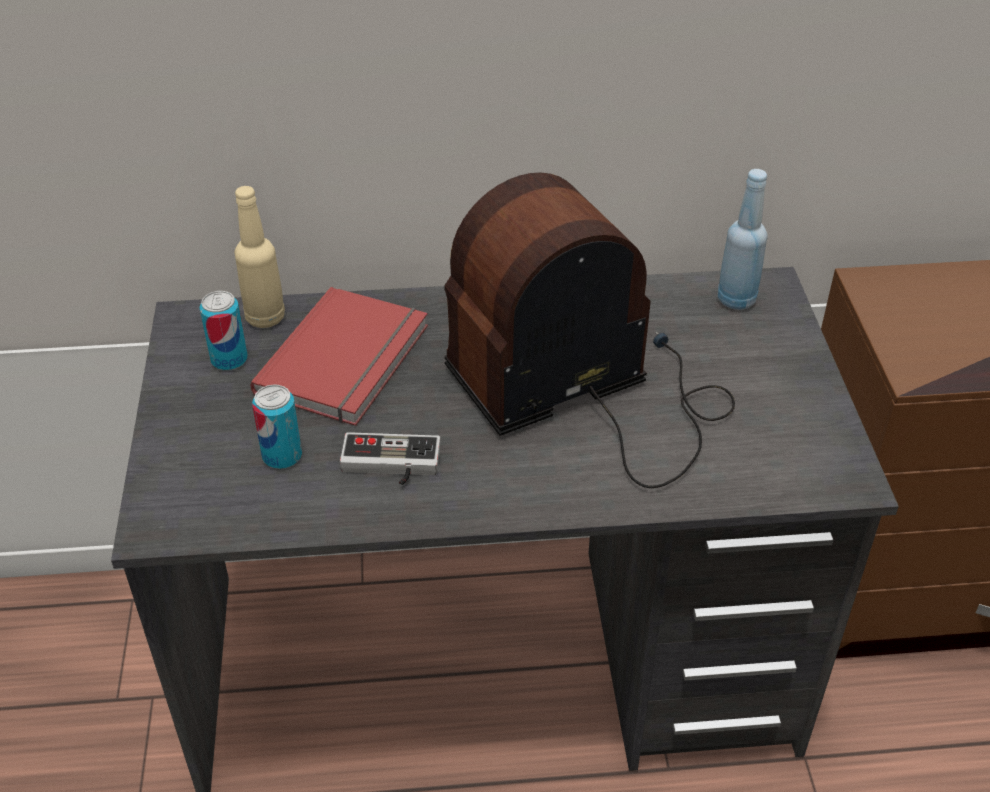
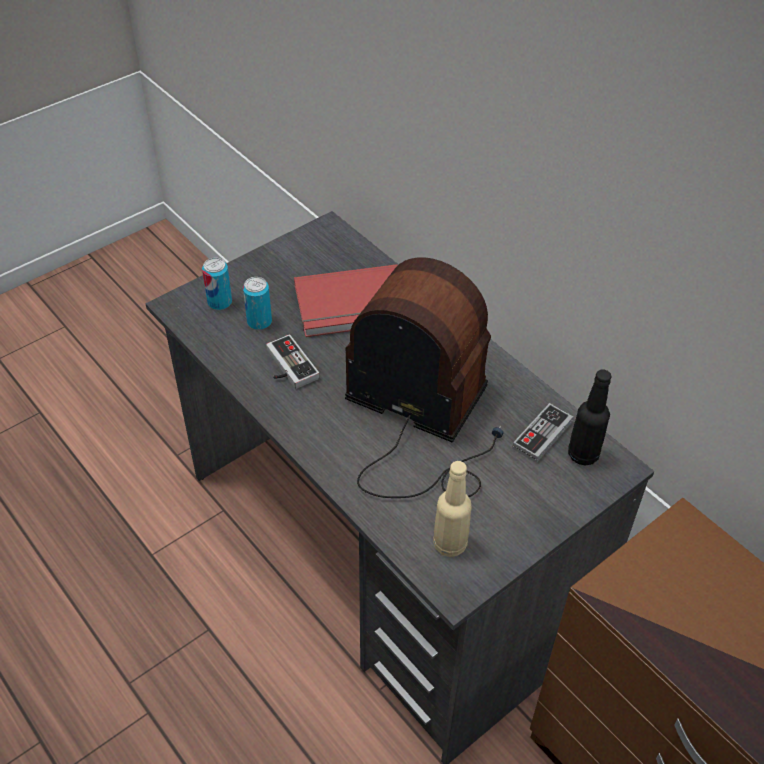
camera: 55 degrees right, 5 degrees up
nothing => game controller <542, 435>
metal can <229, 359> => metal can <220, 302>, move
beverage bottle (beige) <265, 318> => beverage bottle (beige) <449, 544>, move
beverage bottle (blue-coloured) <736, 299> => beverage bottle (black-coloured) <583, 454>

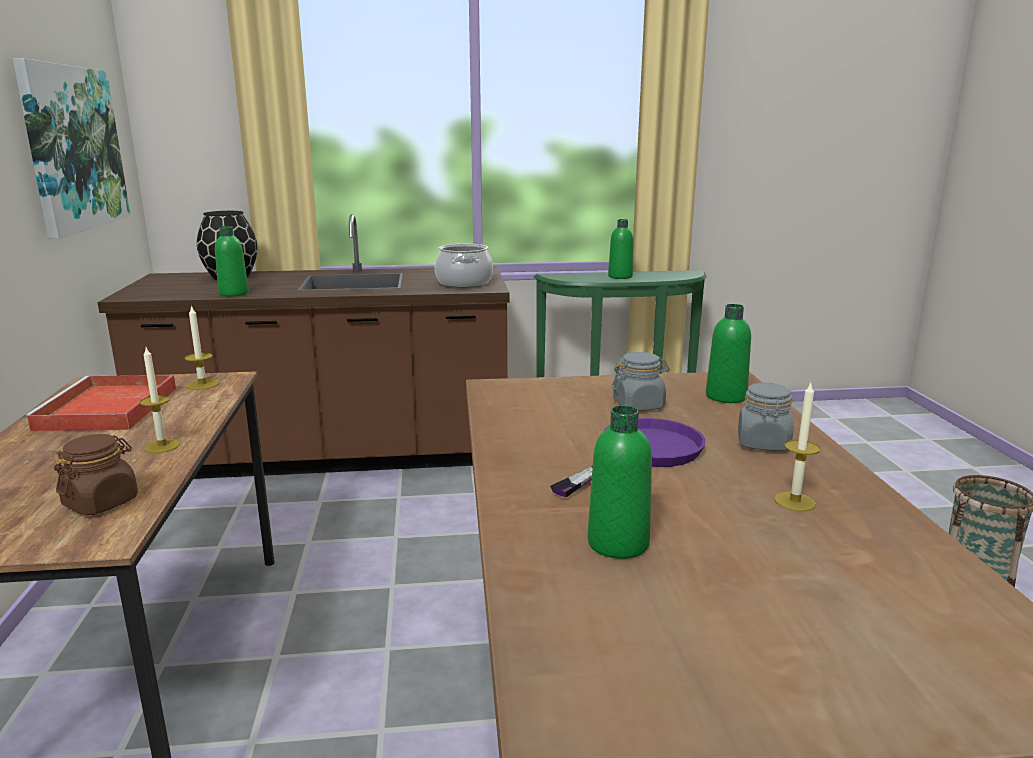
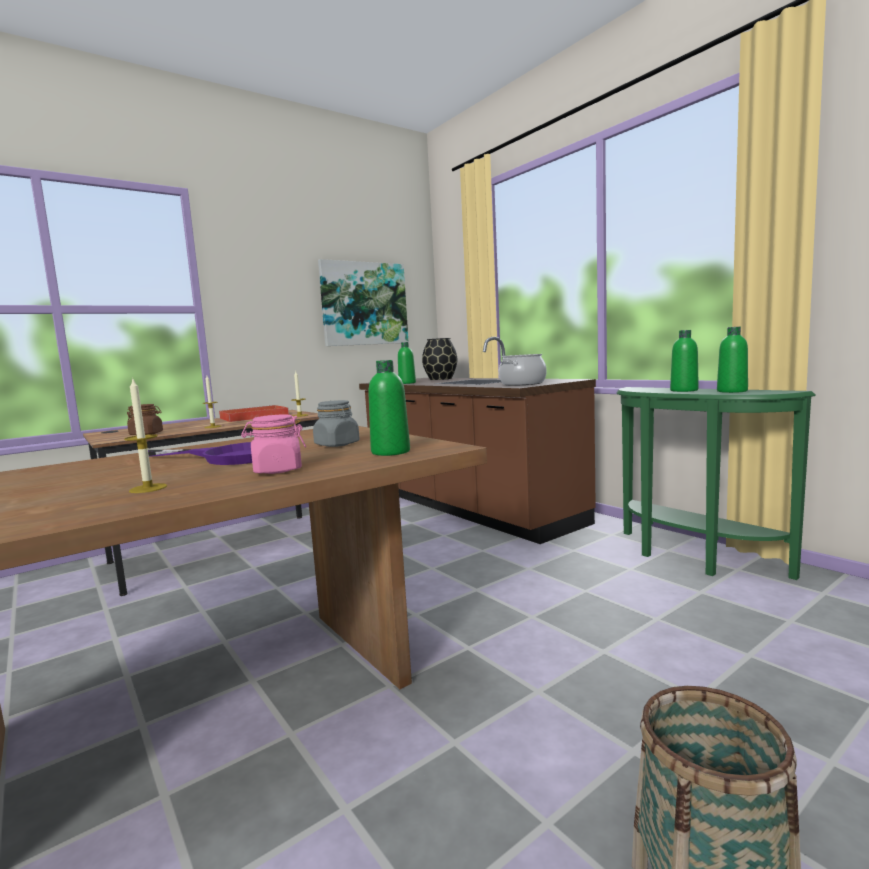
camera: 60 degrees right, 10 degrees down
beverage bottle (greenish) <618, 543> => beverage bottle (greenish) <732, 391>, move
jar (grey) <763, 443> => jar (pinkish) <277, 470>

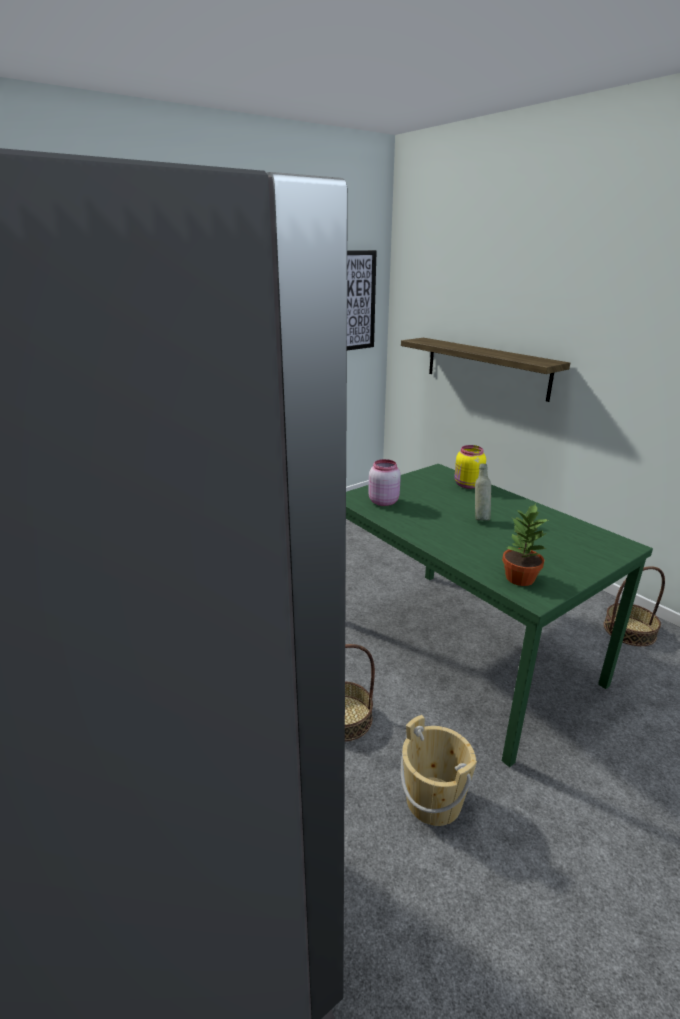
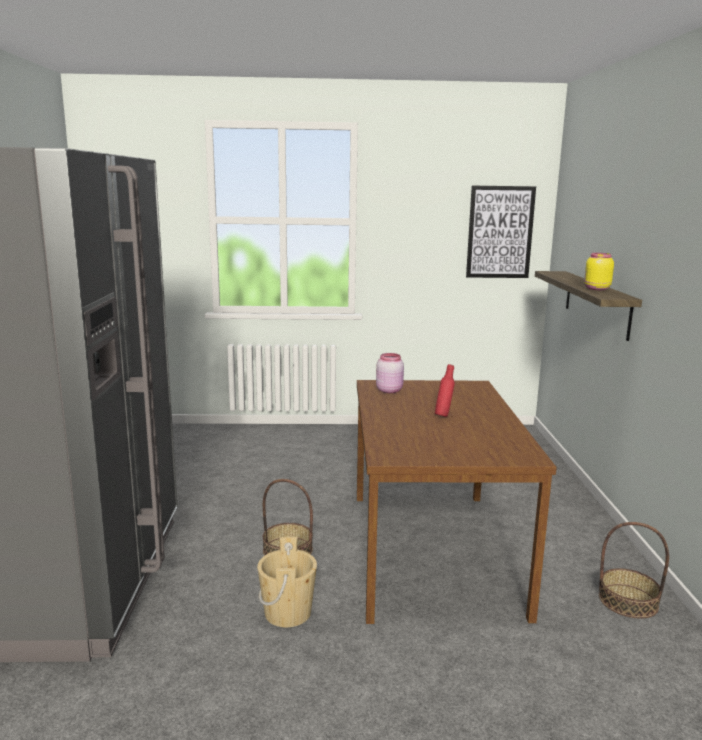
camera: 35 degrees right, 10 degrees down
potted plant <519, 578> => nothing
jar (yellow-coloured) <467, 485> => jar (yellow-coloured) <596, 289>, move
dining table (greenish) <458, 649> => dining table (brownish) <430, 549>
beverage bottle (grey) <480, 518> => beverage bottle (reddish) <443, 415>

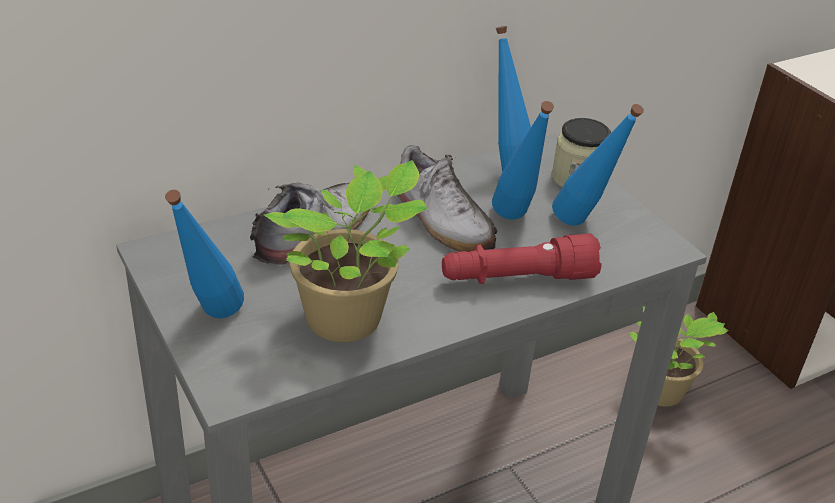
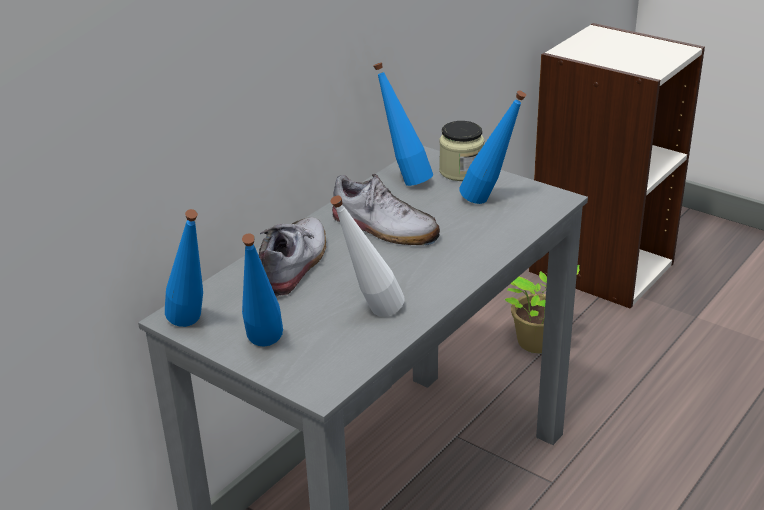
camera: 20 degrees left, 5 degrees down
flashlight (reddish) <517, 278> => nothing
beverage bottle (blue-coloured) <515, 222> => beverage bottle (blue-coloured) <193, 327>, move
potted plant <349, 321> => beverage bottle (white) <370, 316>

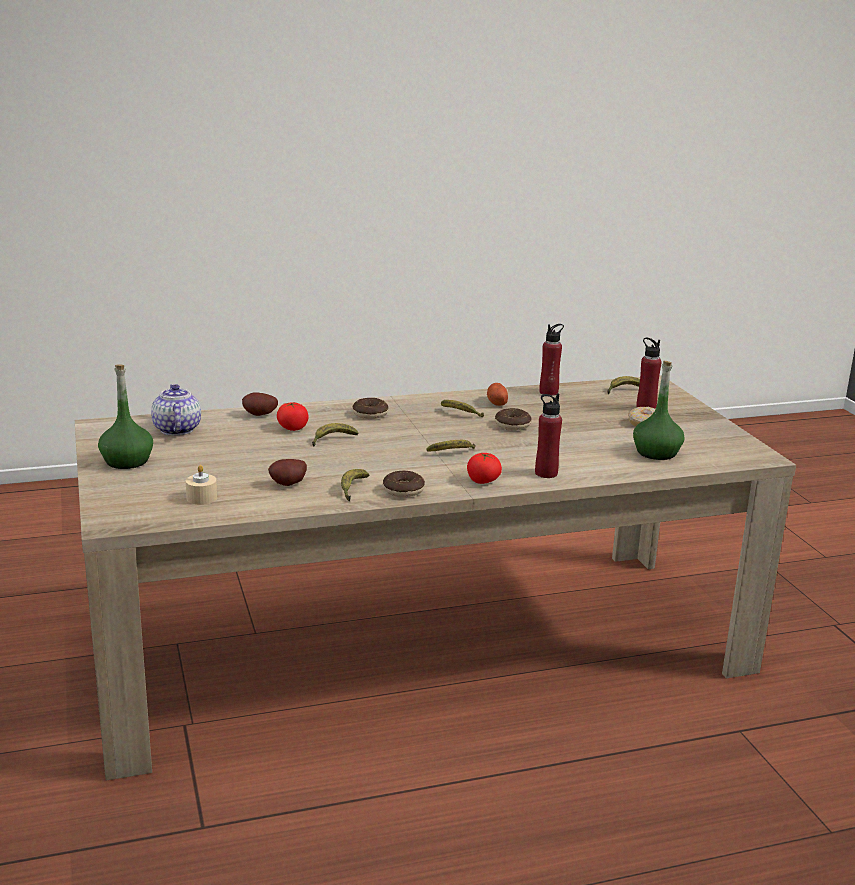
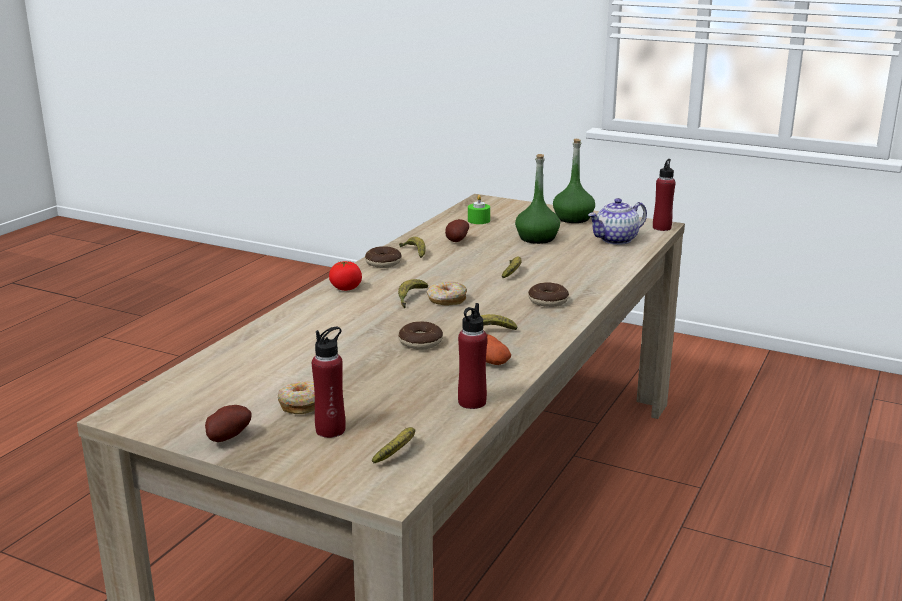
camera: 135 degrees right, 0 degrees up
fresh tomato <292, 428> => nothing
nothing => ring doughnut <446, 300>
spud <259, 415> => spud <227, 438>, move
beverage bottle (reddish) <546, 473> => beverage bottle (reddish) <662, 228>, move
beverage bottle (greenish) <656, 453> => beverage bottle (greenish) <537, 238>, move
wax light (beige) <201, 498> => wax light (greenish) <478, 220>
pot for tea <176, 429> => pot for tea <616, 240>, 120 degrees clockwise

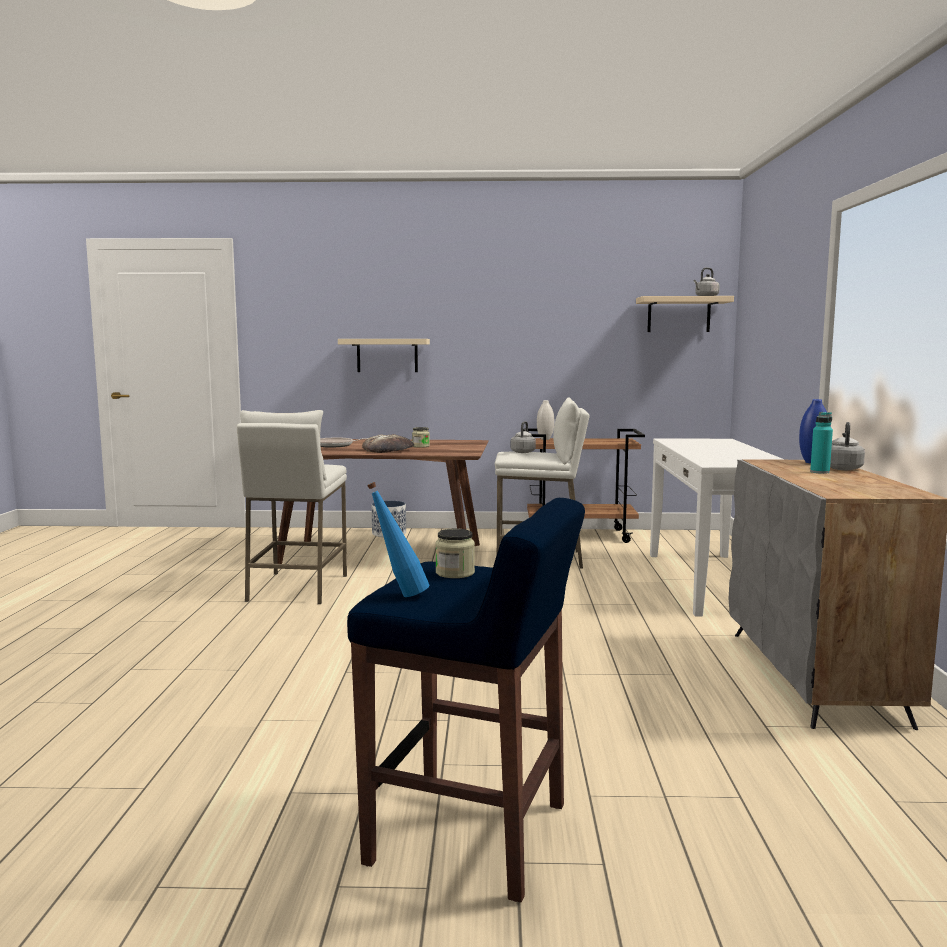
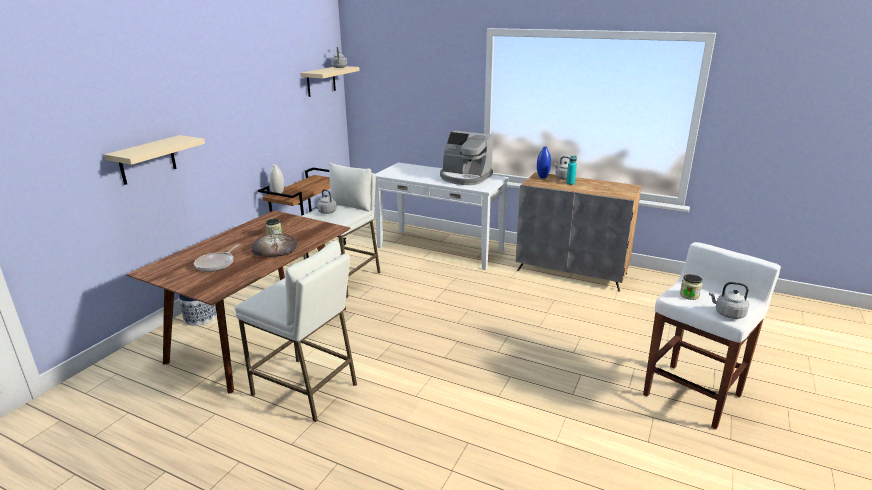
camera: 65 degrees left, 15 degrees up
nothing => coffee machine <465, 177>
beverage bottle (blue-coloured) <399, 595> => water kettle (grey) <728, 314>
sitting stool (blue-coloured) <472, 835> => sitting stool (white) <693, 394>

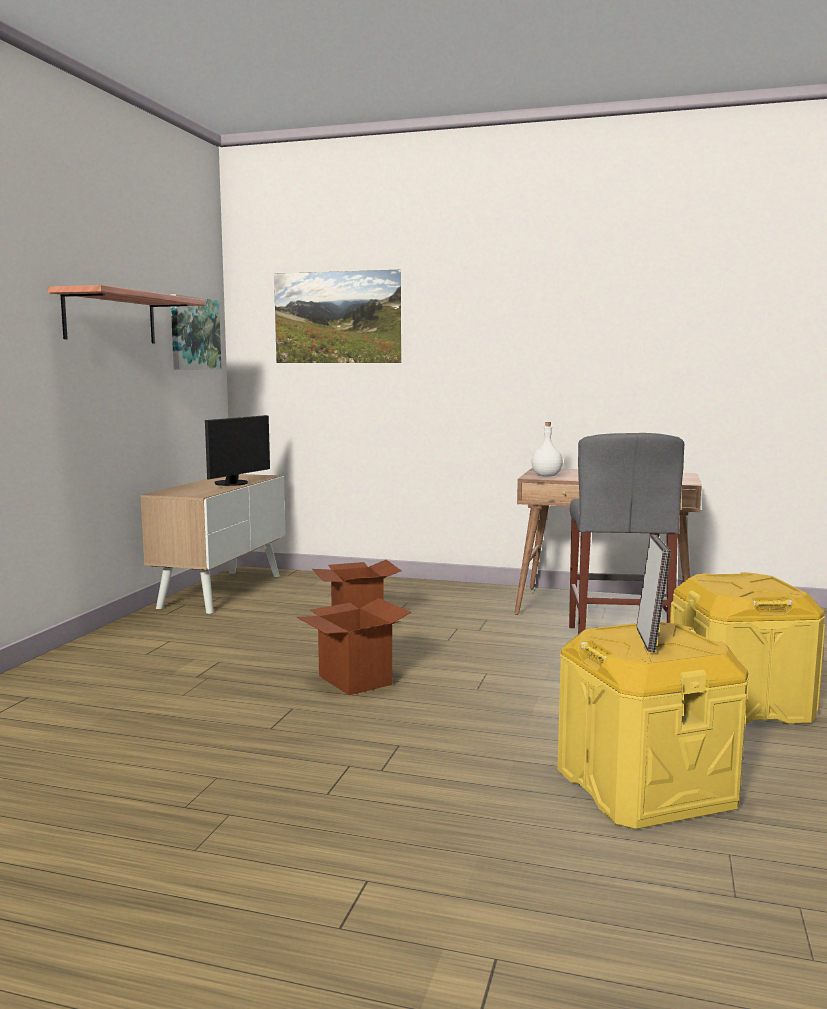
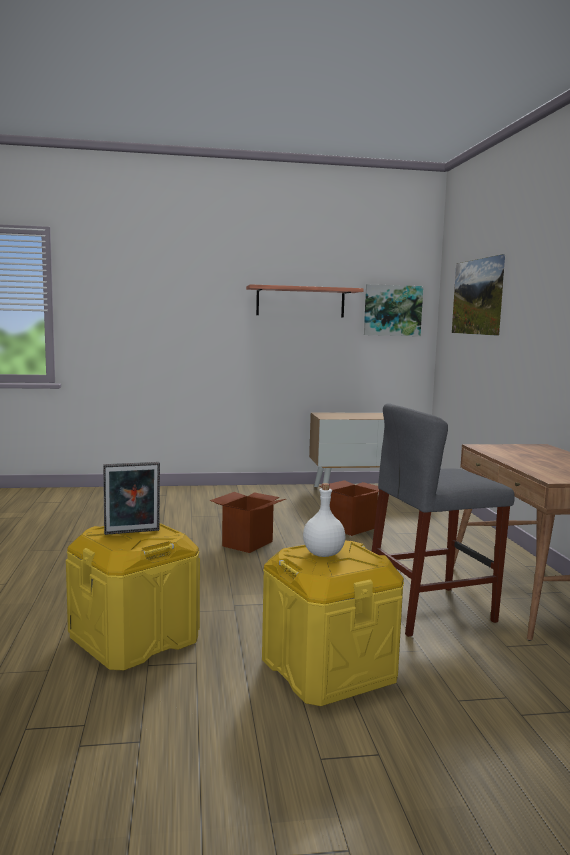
camera: 65 degrees right, 0 degrees up
computer display <234, 483> => nothing
beverage bottle (white) <546, 476> => beverage bottle (white) <322, 554>, move

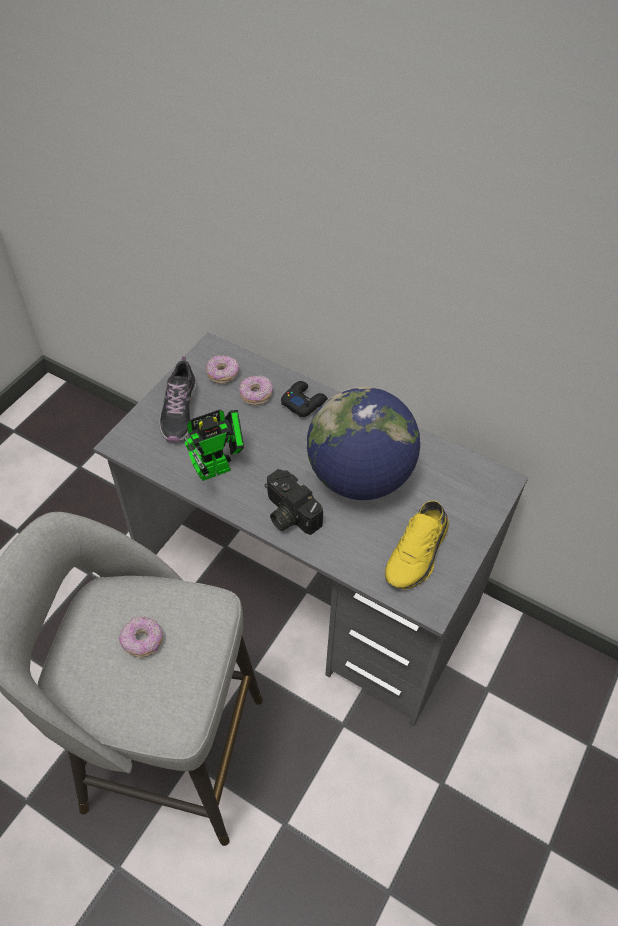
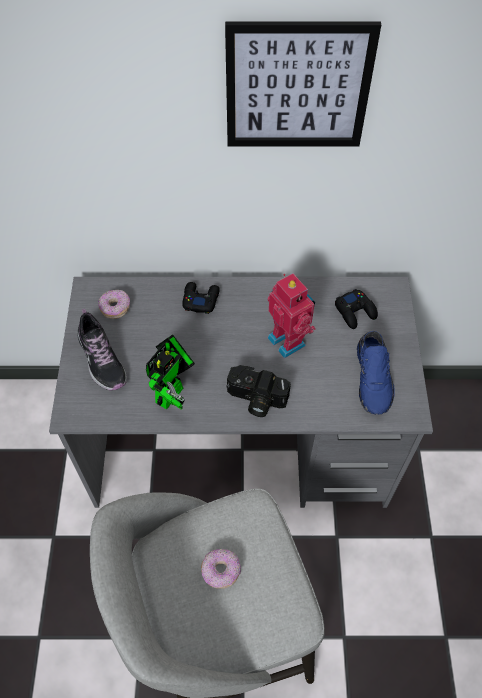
camera: 30 degrees left, 5 degrees up
ring doughnut <256, 395> => nothing
nothing => picture <297, 87>
nothing => game controller (black-coloured) <355, 312>
world globe <359, 477> => toy robot <288, 340>
shoe (yellow-coloured) <418, 554> => shoe (blue-coloured) <374, 378>

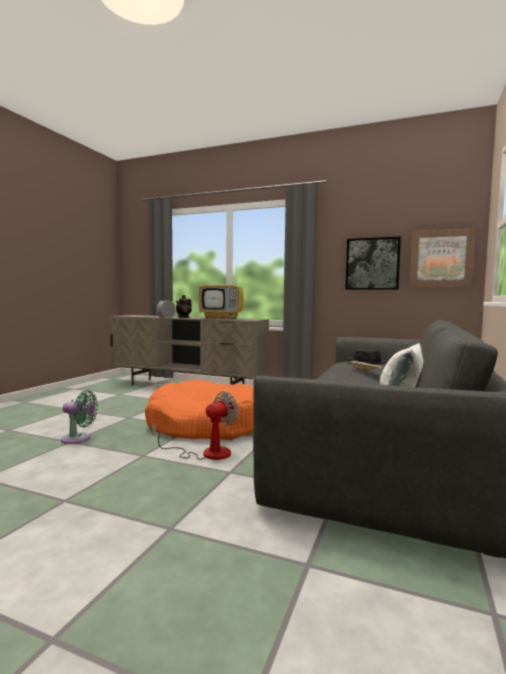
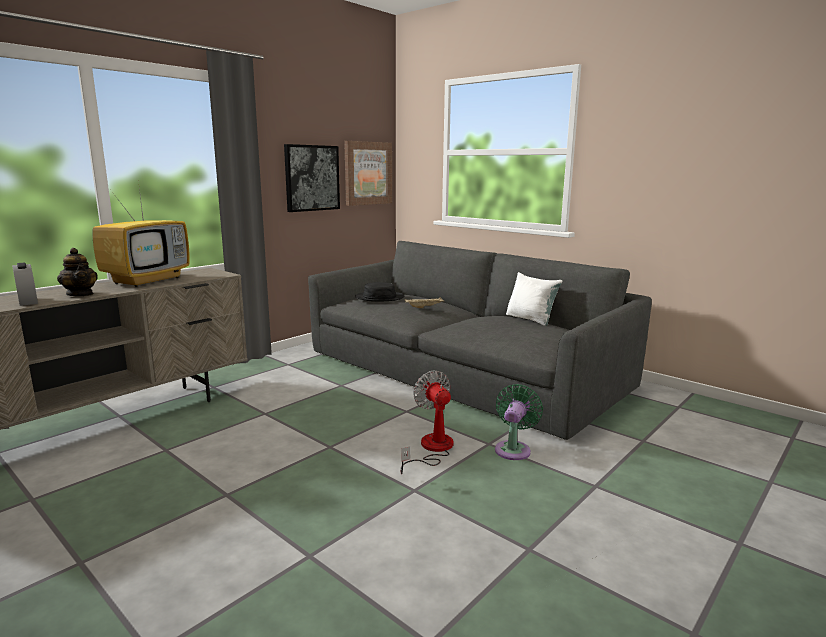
camera: 70 degrees left, 10 degrees up
dog cushion (orangey) <204, 425> => nothing
electric fan (greenish) <78, 439> => electric fan (greenish) <513, 449>, move

